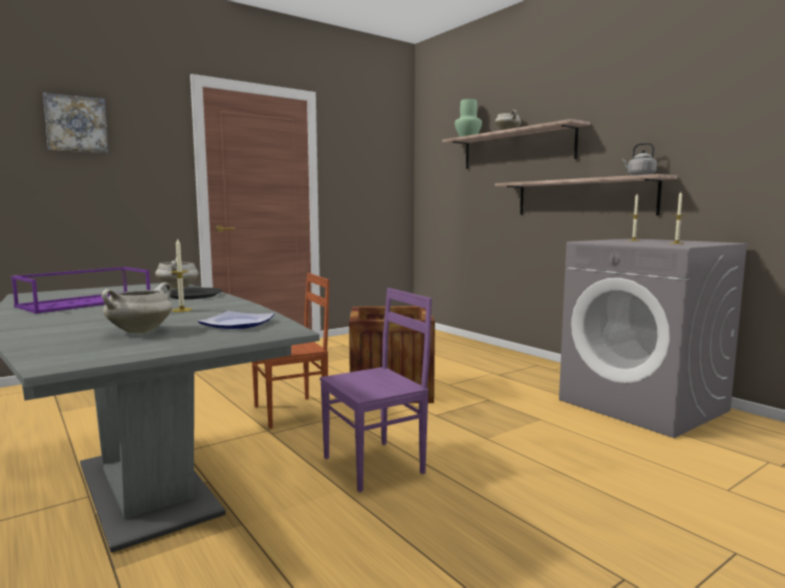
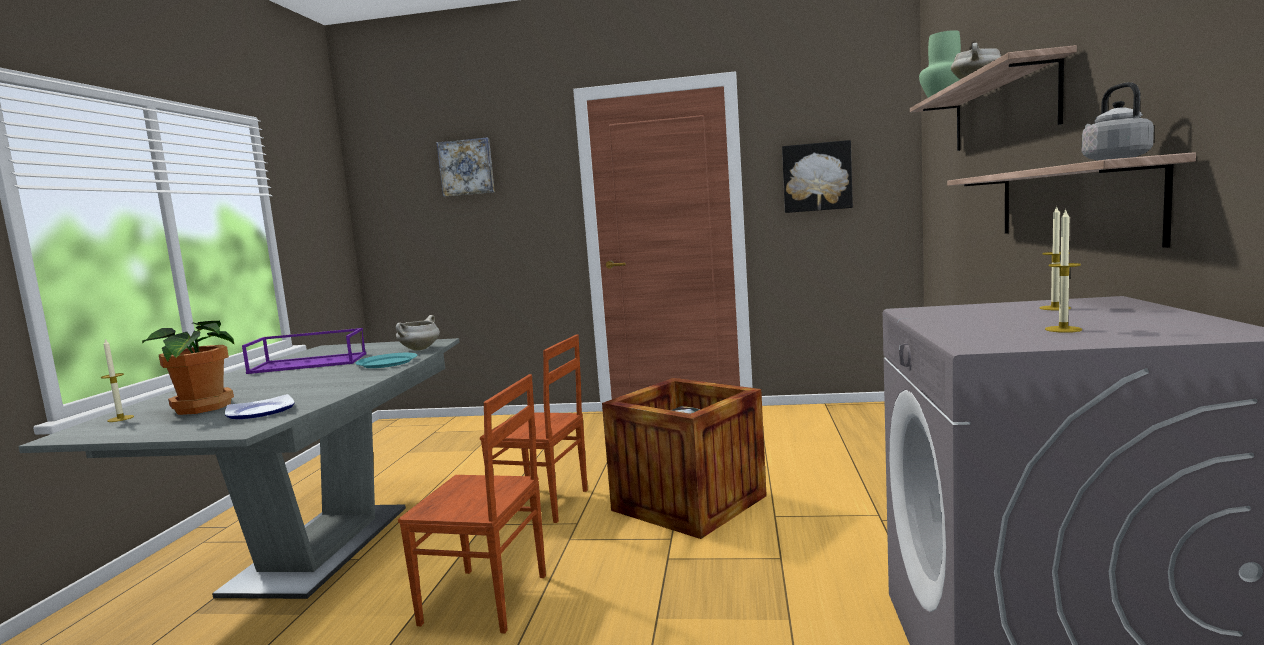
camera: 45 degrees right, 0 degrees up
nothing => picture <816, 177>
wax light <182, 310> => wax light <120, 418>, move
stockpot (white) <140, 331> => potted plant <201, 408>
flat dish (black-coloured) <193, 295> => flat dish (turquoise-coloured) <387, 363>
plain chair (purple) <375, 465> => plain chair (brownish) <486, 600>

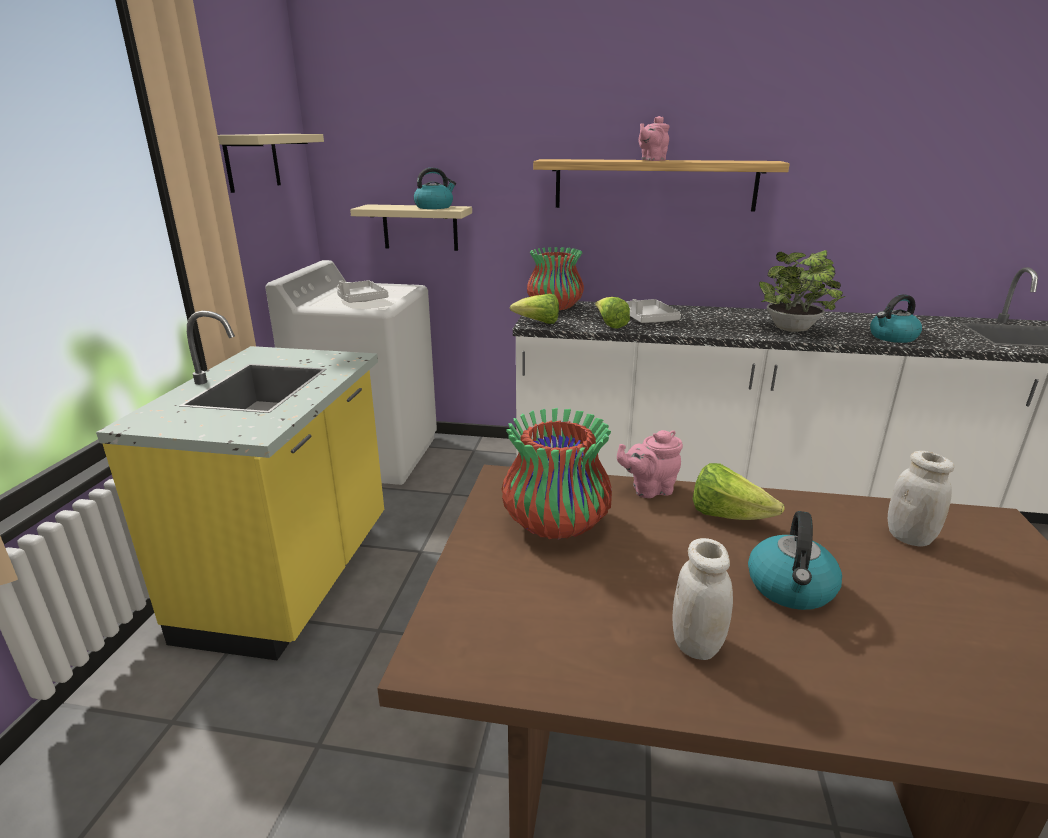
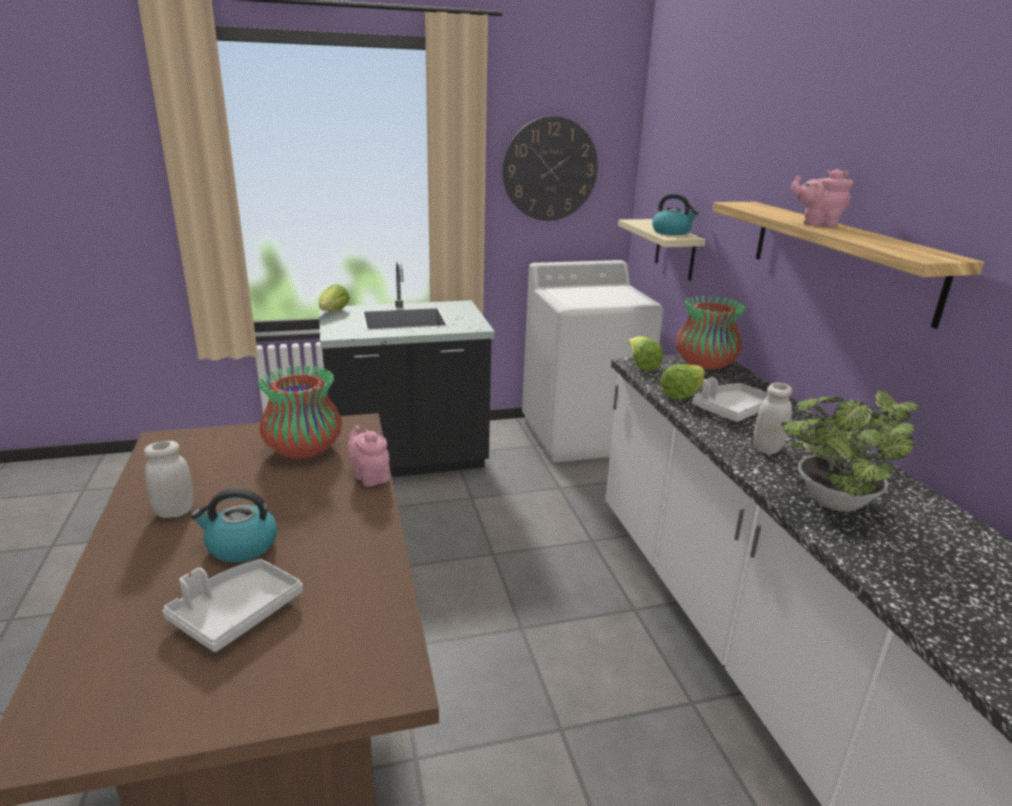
camera: 65 degrees right, 0 degrees up
water kettle <892, 337> => nothing
tray (grey) <360, 300> => tray (grey) <236, 613>, move
lettuce head <727, 516> => lettuce head <333, 312>, move
jar (white) <909, 537> => jar (white) <767, 449>, move
wall shelf (beige) <252, 162> => hanging clock <550, 169>
kitchen base unit (yellow-coloured) <293, 580> => kitchen base unit (black-coloured) <408, 461>

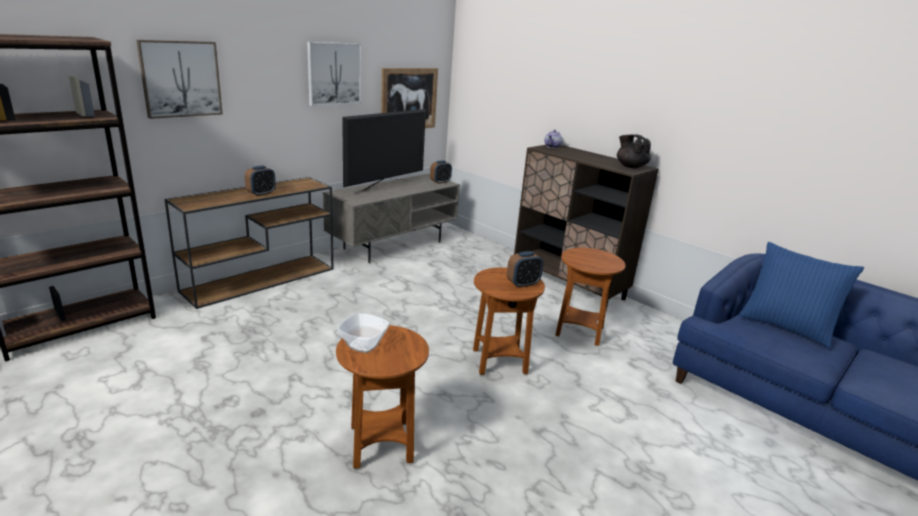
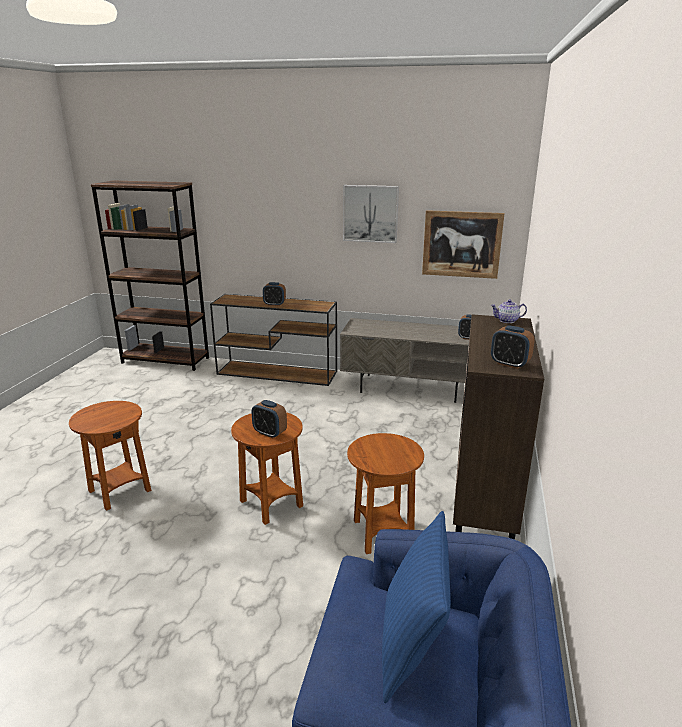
camera: 60 degrees right, 0 degrees up
picture <181, 79> => nothing
deep dish <363, 345> => nothing
TV <385, 186> => nothing
pot for tea (black-coloured) <630, 166> => table clock <509, 364>

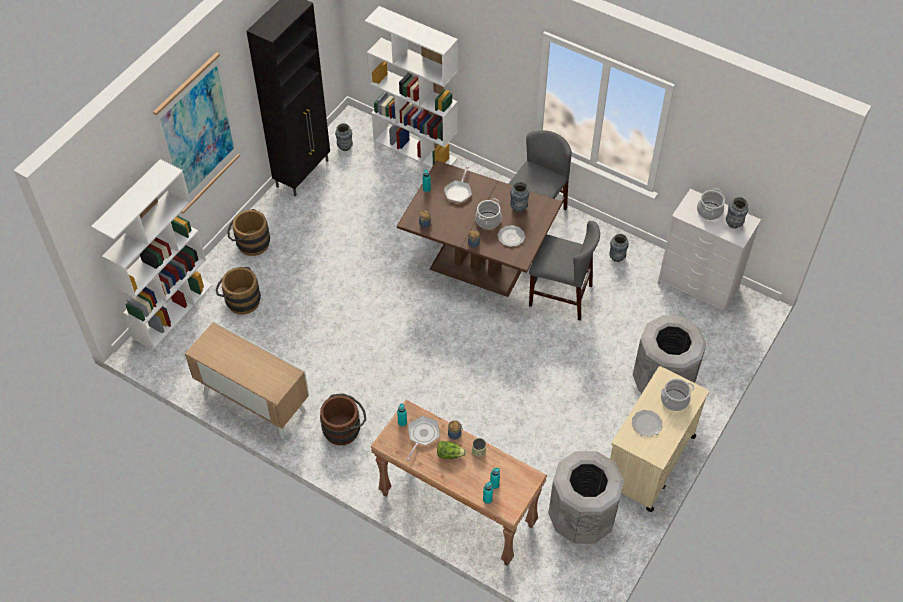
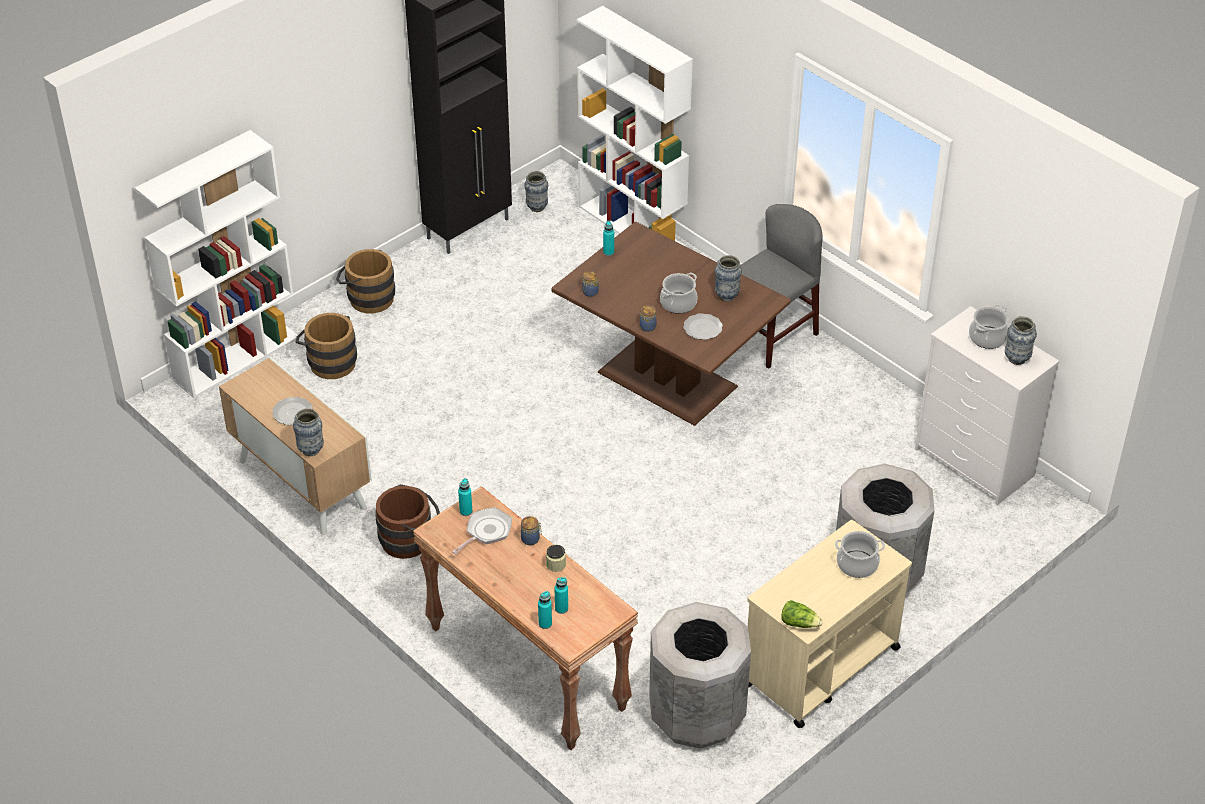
camera: 15 degrees right, 10 degrees down
picture <197, 134> => nothing
skillet <458, 192> => nothing
plain chair (grey) <560, 295> => nothing
lettuce head <449, 454> => lettuce head <799, 623>, move
vase <617, 257> => vase <311, 450>, move
flat dish <647, 423> => flat dish <293, 412>, move

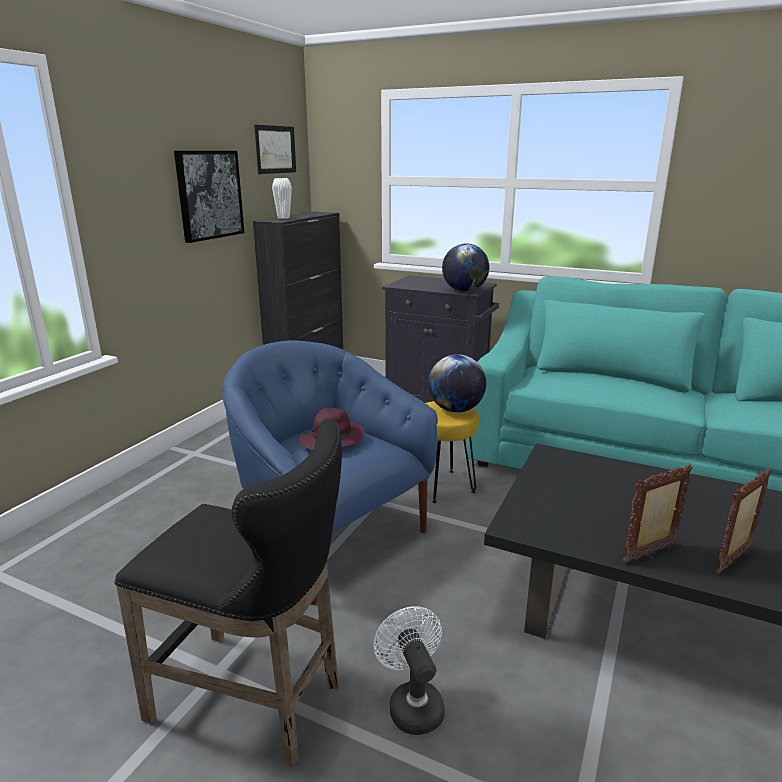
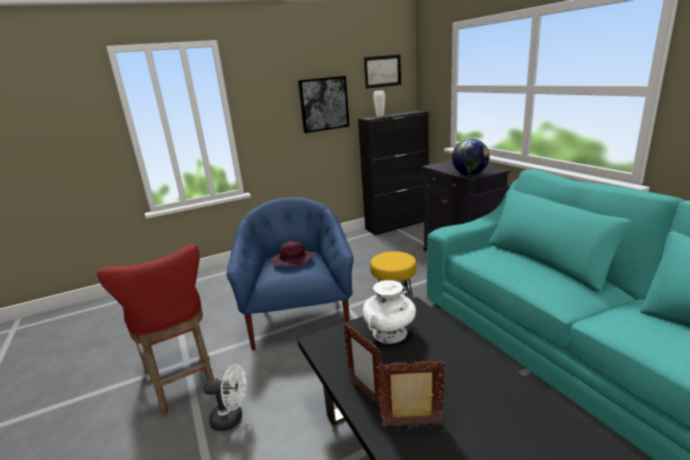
camera: 40 degrees right, 0 degrees up
world globe <455, 410> => nothing
nothing => vase (white) <389, 333>
sitting stool (black-coloured) <256, 701> => sitting stool (reddish) <183, 382>
electric fan (white) <412, 703> => electric fan (white) <232, 418>, 75 degrees clockwise
picture frame <650, 553> => picture frame <365, 392>, 135 degrees counterclockwise

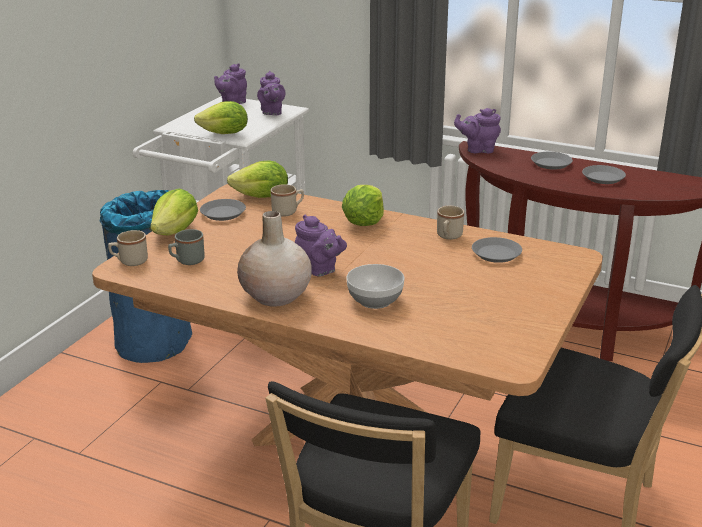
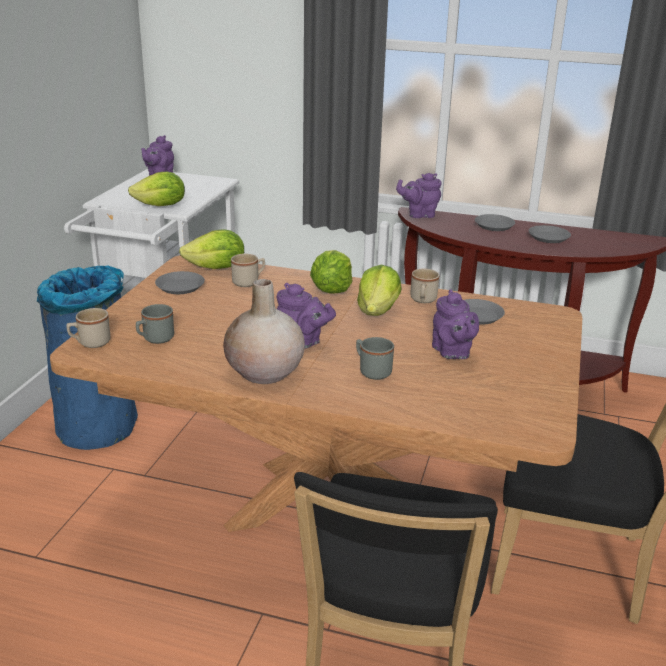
camera: 10 degrees left, 0 degrees up
lettuce head <176, 231> => lettuce head <378, 311>, move
pot for tea (purple) <271, 112> => pot for tea (purple) <452, 353>, move
deep dish <374, 300> => tea mug (grey) <372, 371>

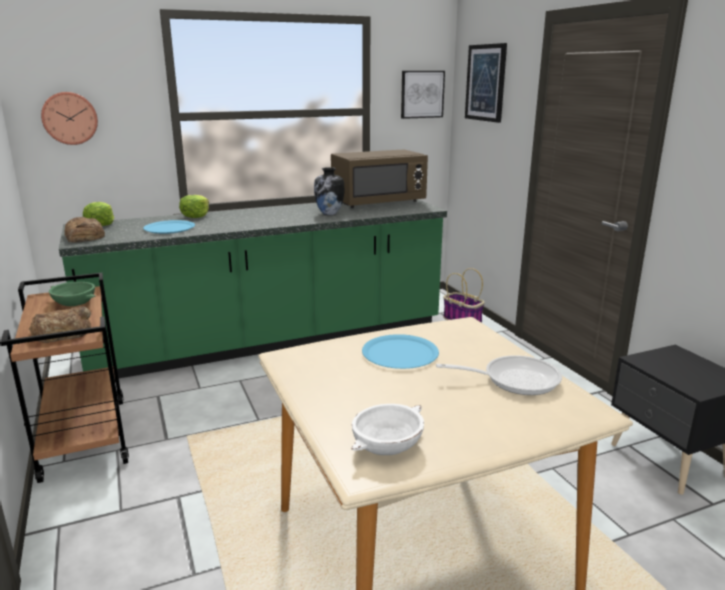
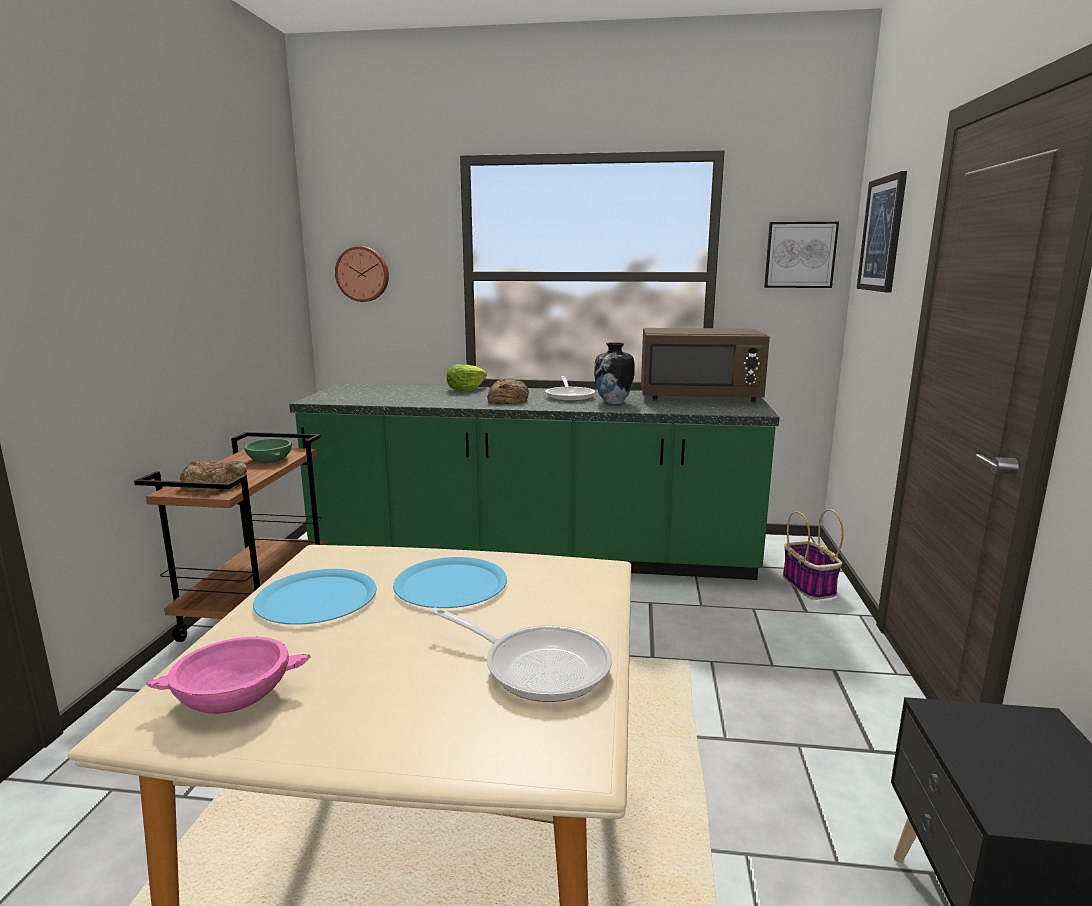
camera: 30 degrees right, 5 degrees down
lettuce head <101, 224> => nothing
nothing => skillet <570, 396>
bread <84, 236> => bread <507, 399>, move
flat dish (blue-coloured) <169, 228> => flat dish (blue-coloured) <316, 599>, move
deep dish (white) <388, 444> => deep dish (pinkish) <232, 697>

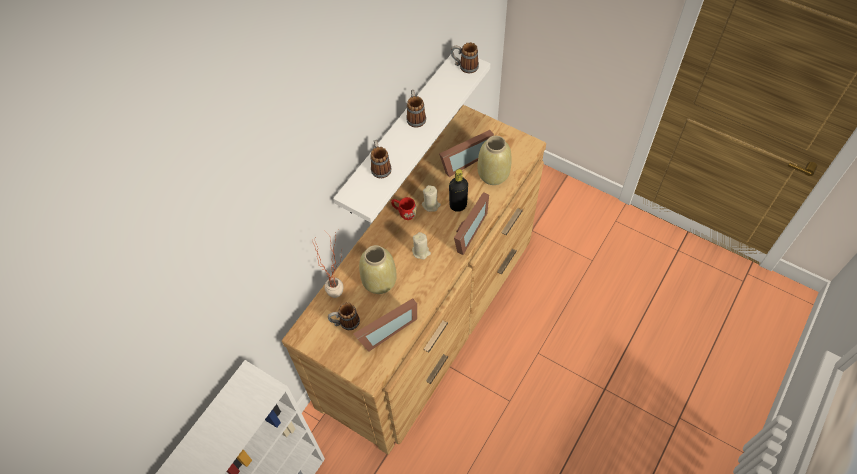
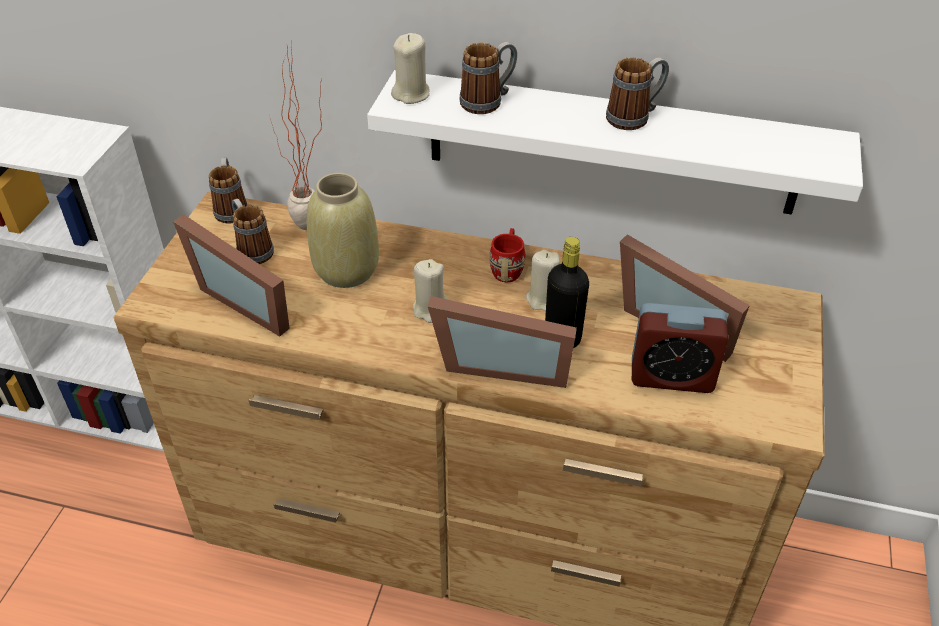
camera: 70 degrees right, 15 degrees down
nothing => wax light (beige) <411, 94>
tea mug <464, 66> => tea mug <231, 208>, move
vase (beige) <493, 174> => table clock <671, 376>

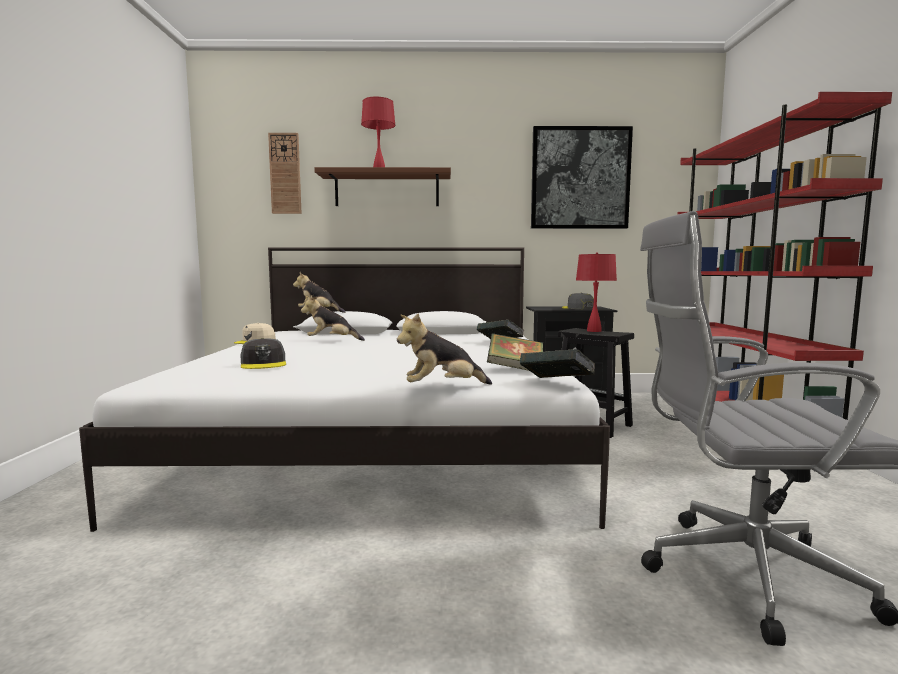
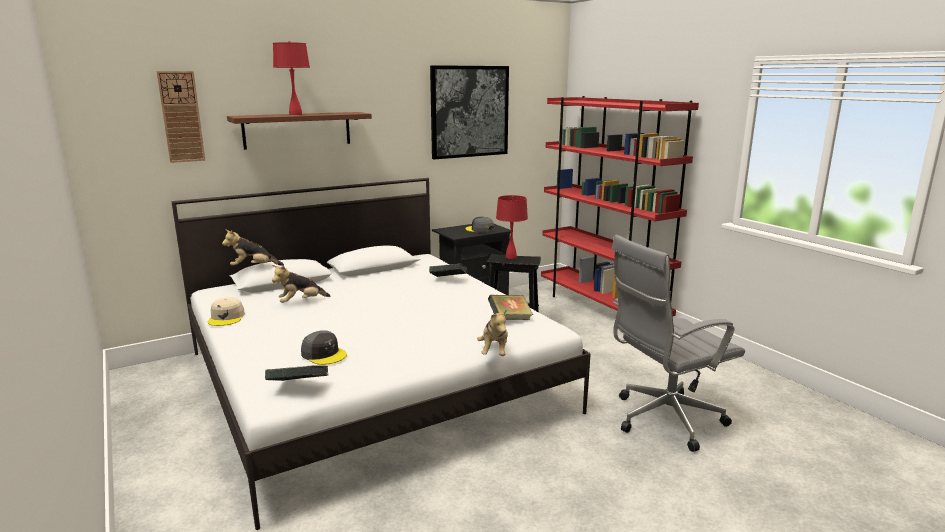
camera: 30 degrees left, 10 degrees up
book <556, 384> => book <298, 388>, move
cuddly toy <442, 388> => cuddly toy <494, 351>, 45 degrees counterclockwise

